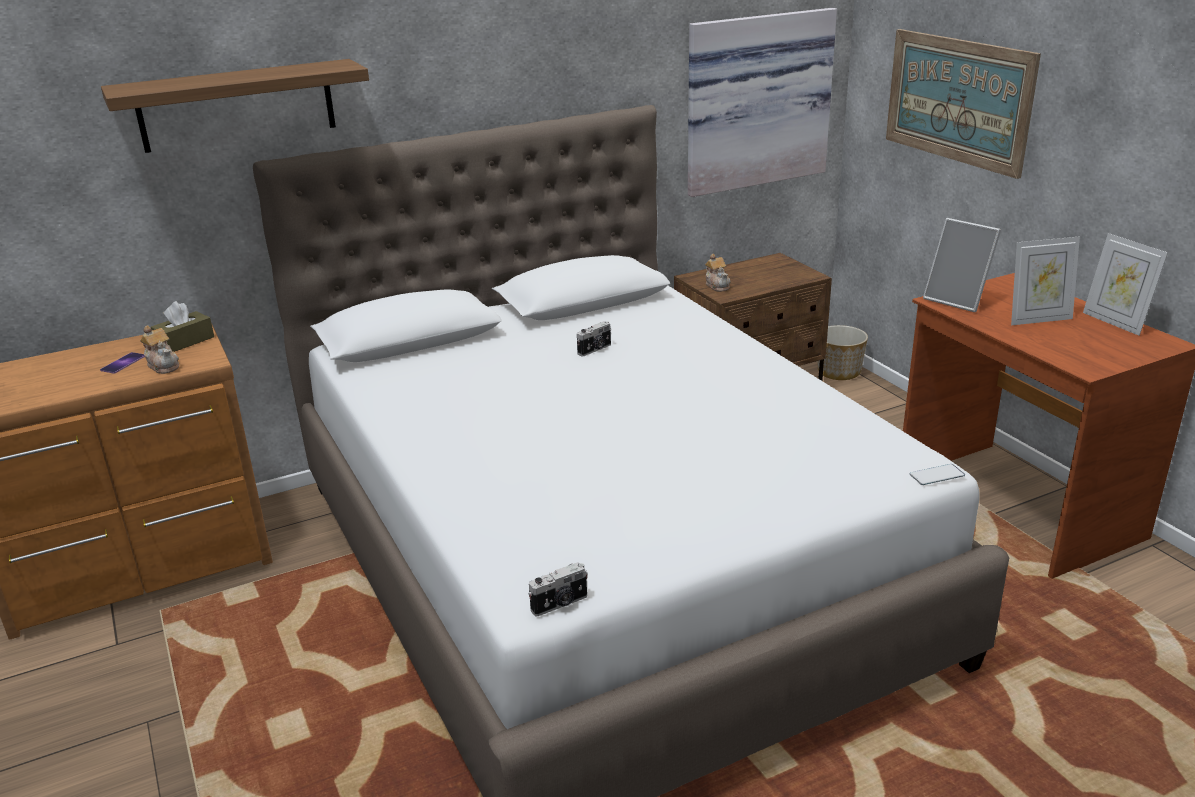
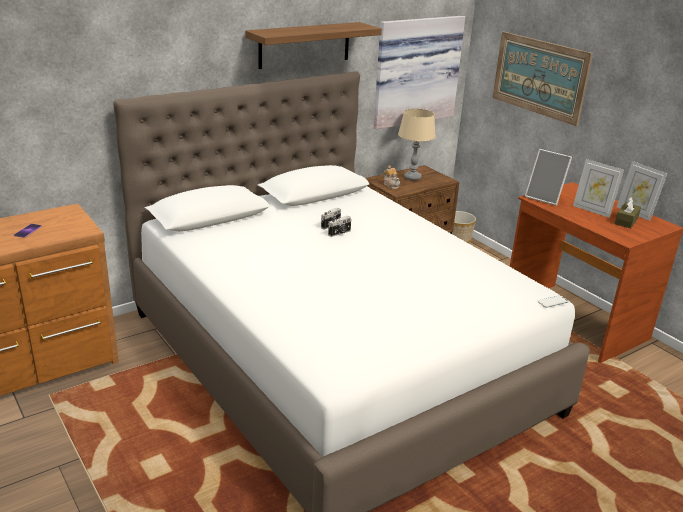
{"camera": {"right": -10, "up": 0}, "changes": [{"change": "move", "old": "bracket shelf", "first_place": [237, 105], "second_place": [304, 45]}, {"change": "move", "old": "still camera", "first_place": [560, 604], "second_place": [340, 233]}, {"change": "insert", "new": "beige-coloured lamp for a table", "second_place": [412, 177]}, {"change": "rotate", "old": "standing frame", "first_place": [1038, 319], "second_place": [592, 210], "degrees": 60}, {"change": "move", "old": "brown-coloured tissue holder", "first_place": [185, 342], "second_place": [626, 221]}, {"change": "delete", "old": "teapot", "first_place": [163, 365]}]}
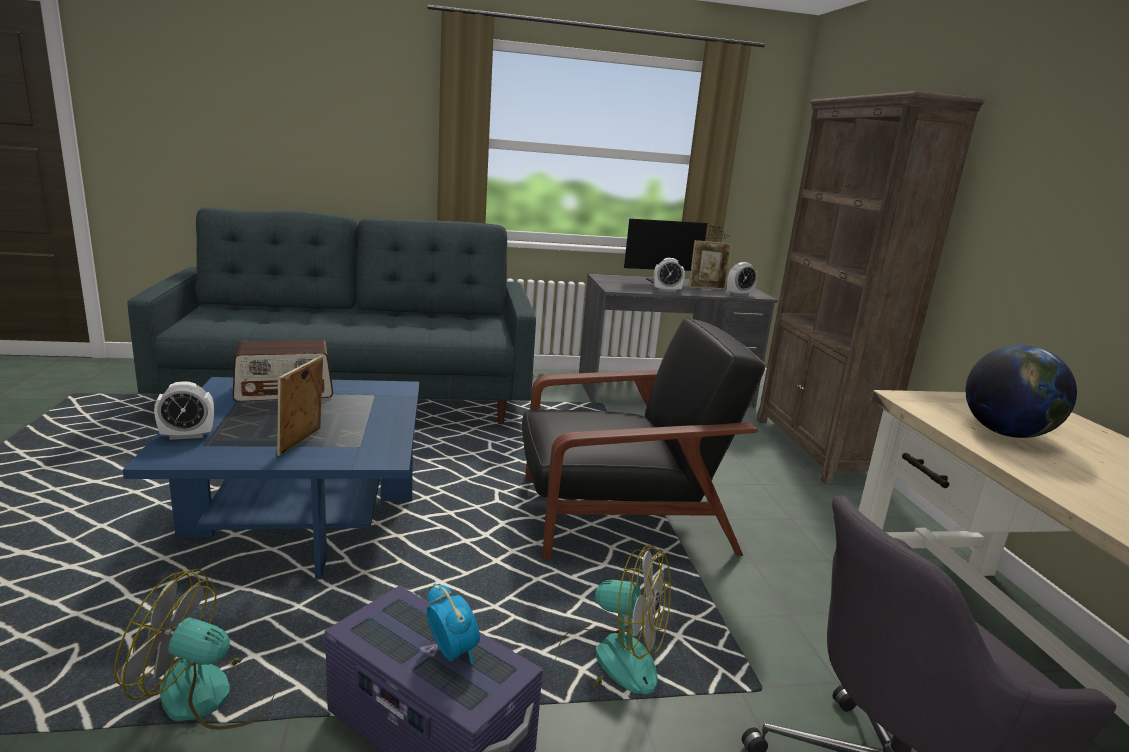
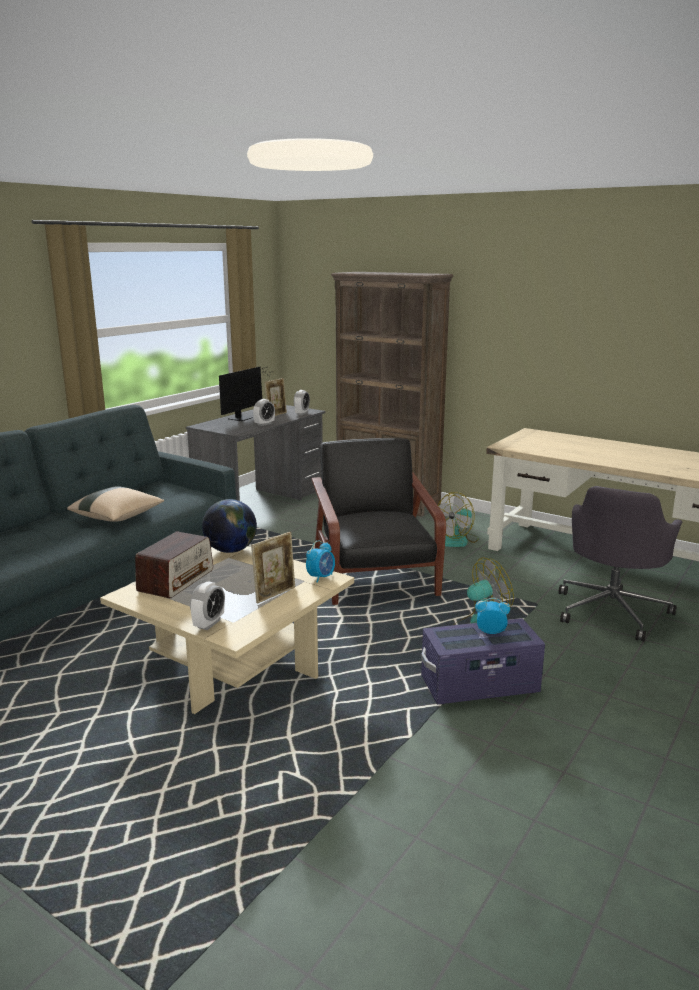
{"camera": {"right": -45, "up": 0}, "changes": [{"change": "insert", "new": "beige-coloured pillow", "second_place": [118, 517]}, {"change": "recolor", "old": "blue-coloured coffee table", "new": "beige-coloured coffee table", "first_place": [302, 518], "second_place": [235, 664]}, {"change": "move", "old": "world globe", "first_place": [1006, 433], "second_place": [231, 550]}, {"change": "rotate", "old": "standing frame", "first_place": [302, 443], "second_place": [275, 594], "degrees": -105}, {"change": "insert", "new": "bedside clock", "second_place": [321, 577]}, {"change": "rotate", "old": "blackish armchair", "first_place": [619, 515], "second_place": [374, 574], "degrees": -45}, {"change": "move", "old": "fan", "first_place": [213, 695], "second_place": [457, 540]}]}
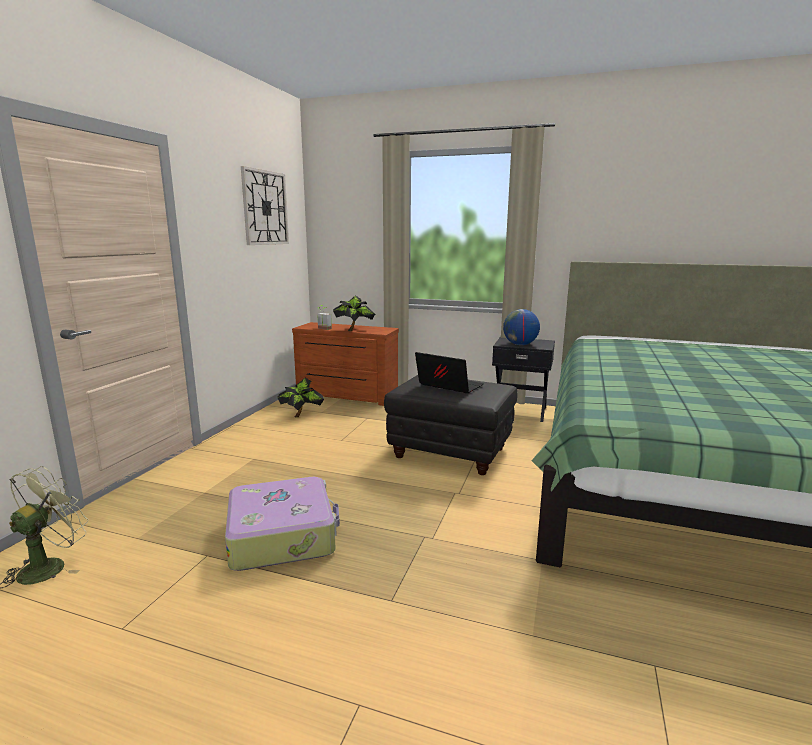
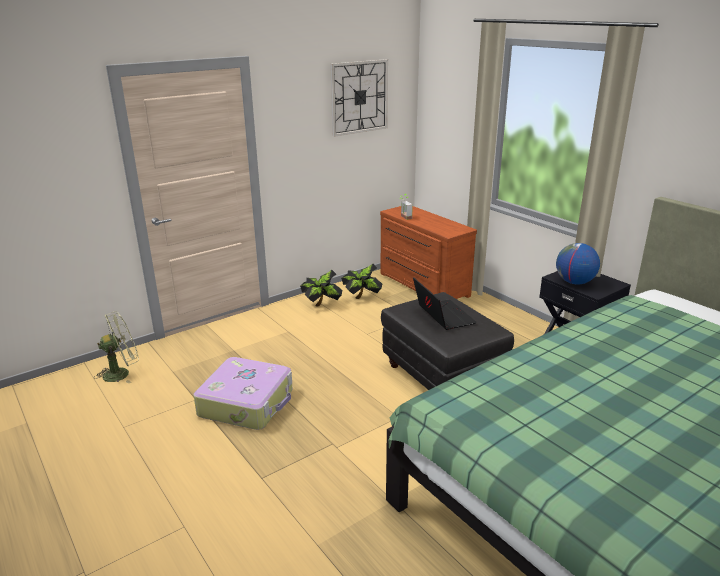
{"camera": {"right": 35, "up": 10}, "changes": [{"change": "move", "old": "potted plant", "first_place": [354, 330], "second_place": [322, 305]}]}
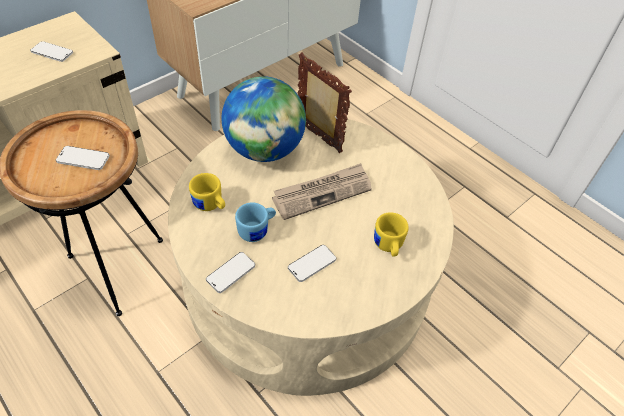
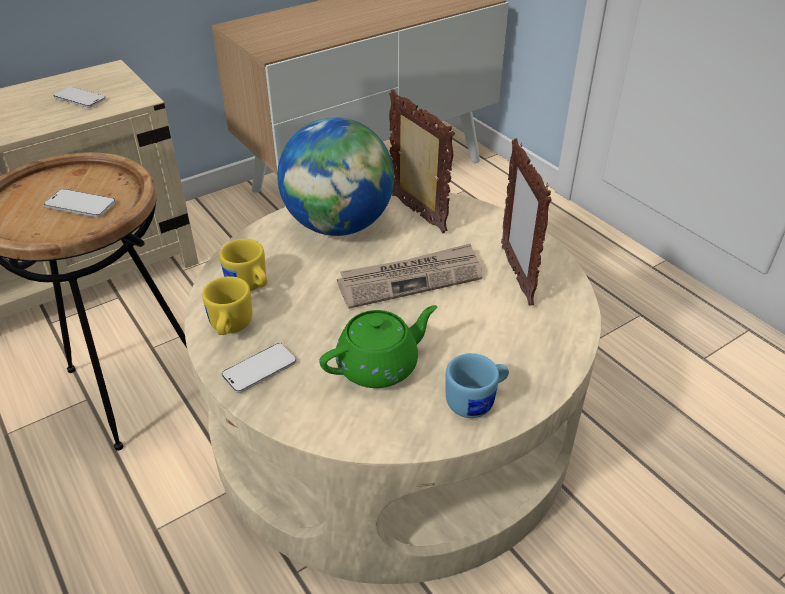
{"camera": {"right": 10, "up": -10}, "changes": [{"change": "move", "old": "yellow-coloured mug", "first_place": [388, 246], "second_place": [229, 327]}, {"change": "replace", "old": "phone", "new": "green-coloured teapot", "first_place": [312, 264], "second_place": [379, 366]}, {"change": "move", "old": "blue-coloured mug", "first_place": [257, 230], "second_place": [477, 401]}, {"change": "insert", "new": "standing frame", "second_place": [516, 275]}]}
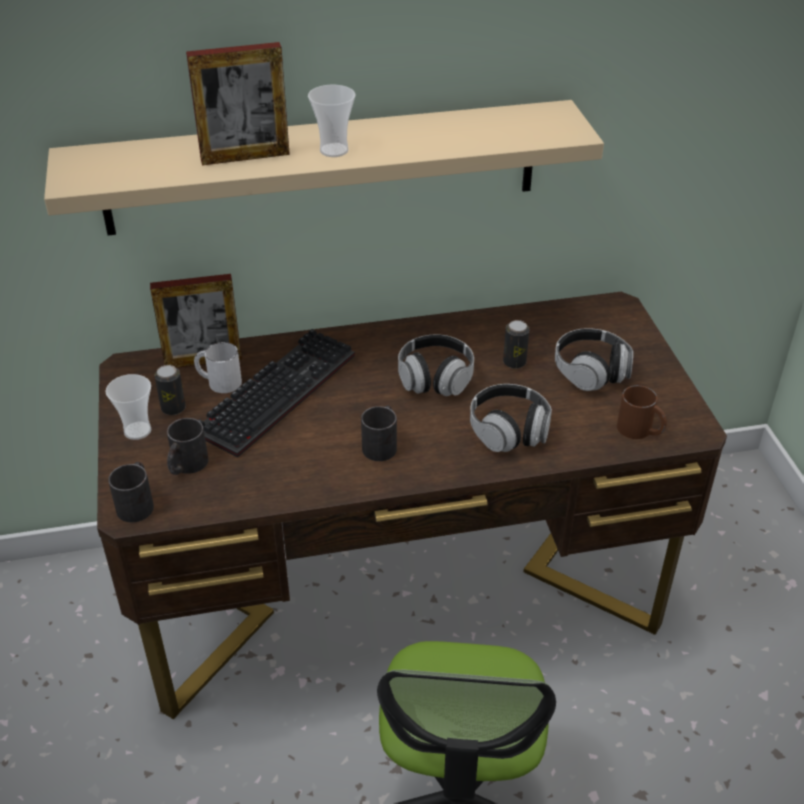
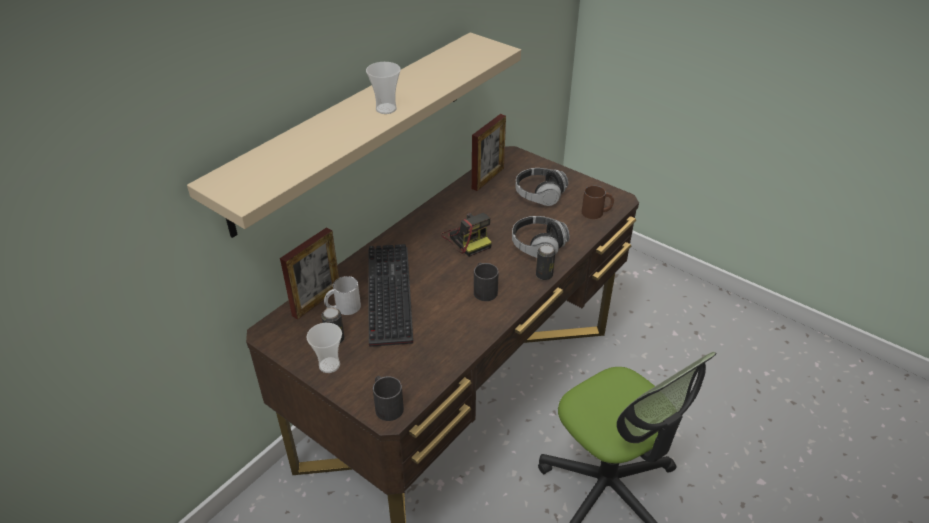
{"camera": {"right": -40, "up": 0}, "changes": [{"change": "replace", "old": "headset", "new": "still camera", "first_place": [435, 378], "second_place": [467, 239]}, {"change": "move", "old": "standing frame", "first_place": [245, 157], "second_place": [488, 178]}, {"change": "move", "old": "sealed can", "first_place": [514, 362], "second_place": [544, 275]}, {"change": "delete", "old": "blackish mug", "first_place": [186, 466]}]}
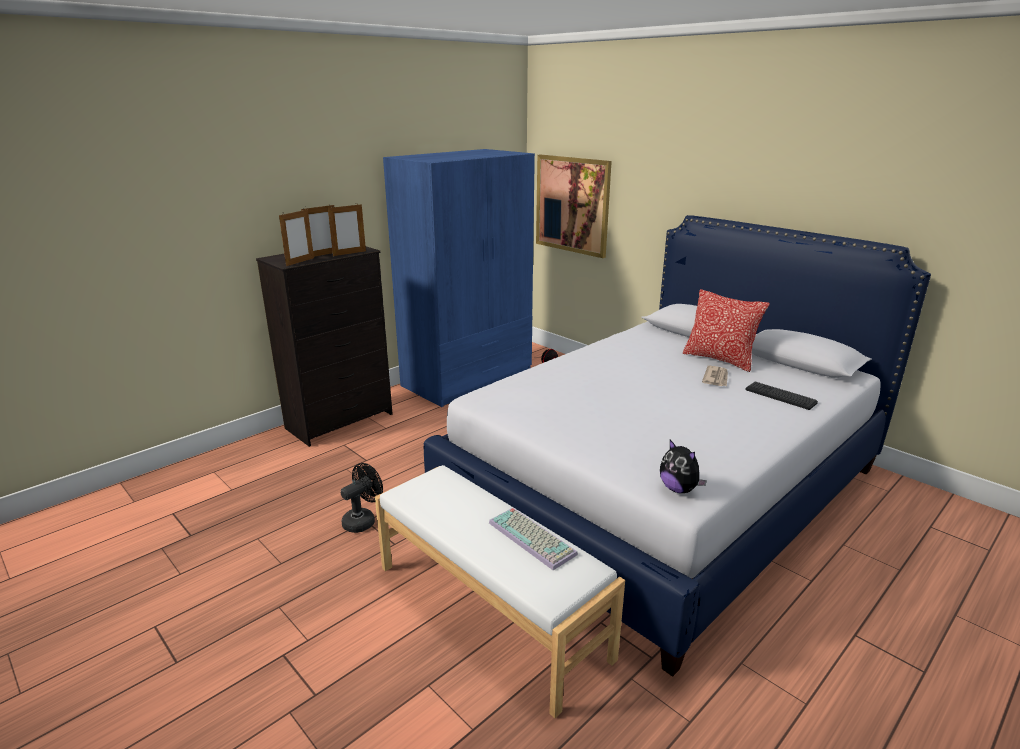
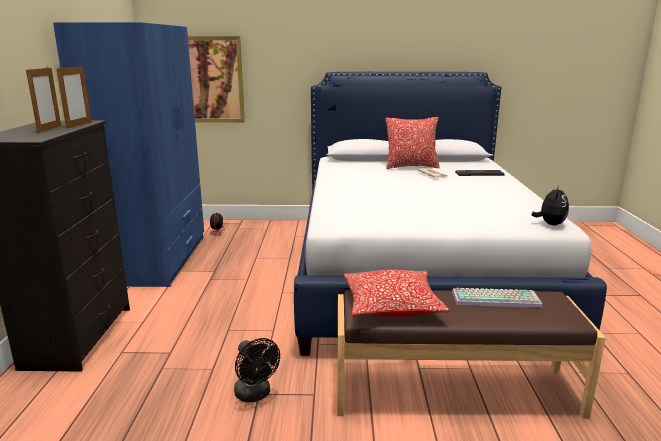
{"camera": {"right": -45, "up": -5}, "changes": [{"change": "rotate", "old": "blackish fan", "first_place": [363, 520], "second_place": [255, 395], "degrees": 150}, {"change": "recolor", "old": "white-coloured long seat", "new": "brown-coloured long seat", "first_place": [490, 609], "second_place": [453, 389]}, {"change": "insert", "new": "pillow", "second_place": [391, 306]}, {"change": "rotate", "old": "soft toy", "first_place": [679, 489], "second_place": [550, 224], "degrees": -75}, {"change": "delete", "old": "standing frame", "first_place": [300, 262]}]}
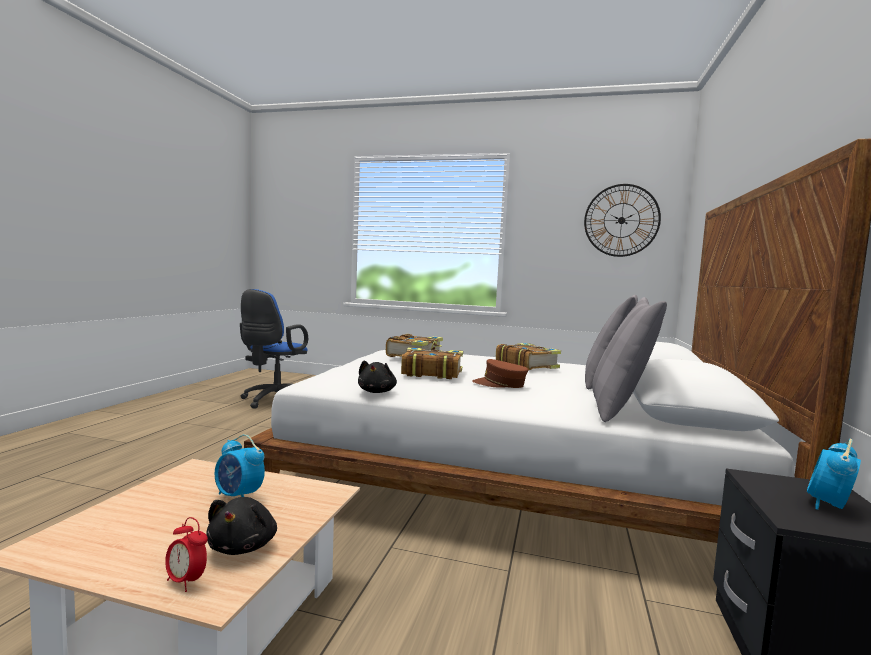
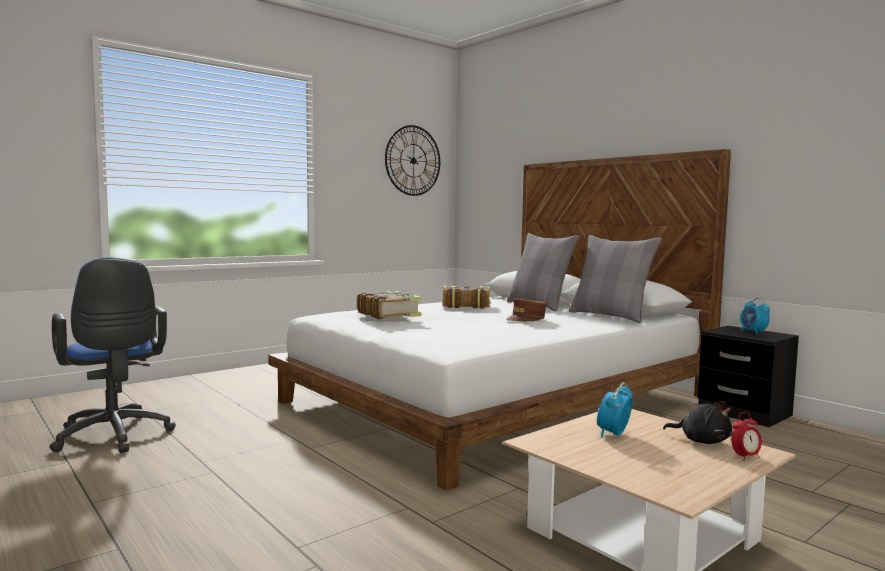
{"camera": {"right": -55, "up": 0}, "changes": [{"change": "rotate", "old": "bedside clock", "first_place": [239, 496], "second_place": [613, 434], "degrees": 150}, {"change": "delete", "old": "blackish soft toy", "first_place": [377, 392]}, {"change": "delete", "old": "volume", "first_place": [431, 373]}]}
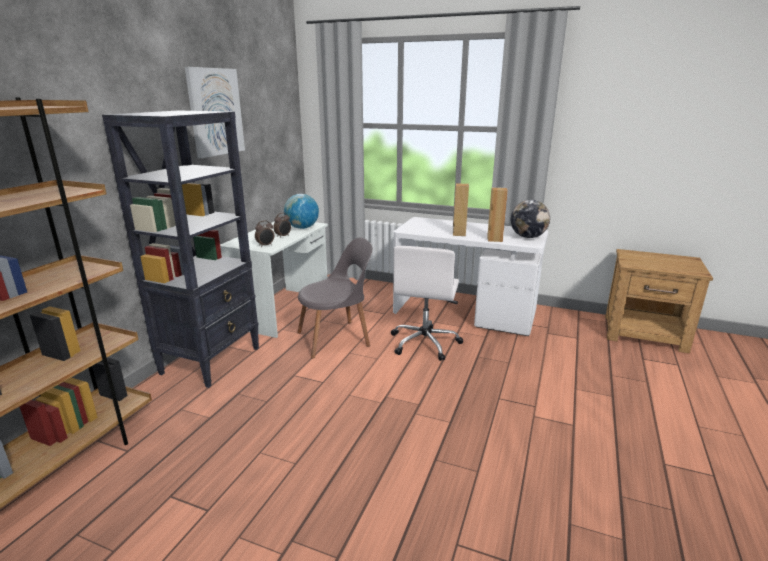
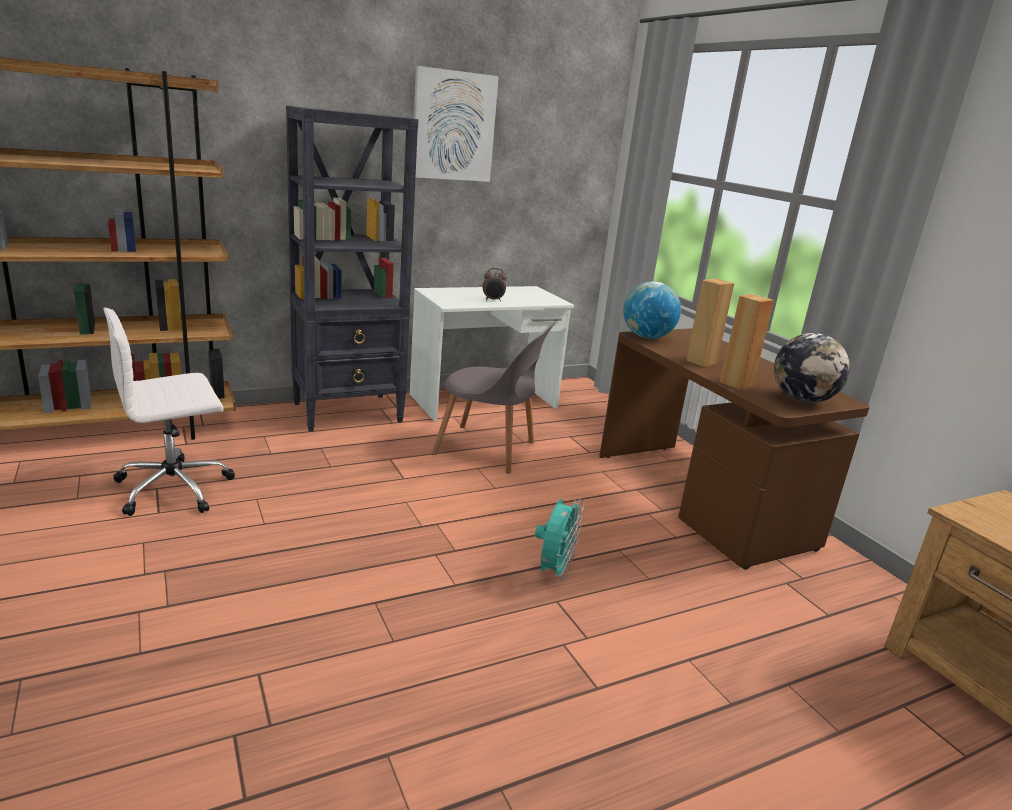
{"camera": {"right": 40, "up": 0}, "changes": [{"change": "move", "old": "white-coloured office chair", "first_place": [425, 343], "second_place": [176, 488]}, {"change": "insert", "new": "turquoise-coloured fan", "second_place": [554, 571]}, {"change": "recolor", "old": "white-coloured desk table", "new": "brown-coloured desk table", "first_place": [465, 312], "second_place": [701, 500]}, {"change": "move", "old": "world globe", "first_place": [302, 228], "second_place": [647, 337]}, {"change": "delete", "old": "bedside clock", "first_place": [265, 245]}]}
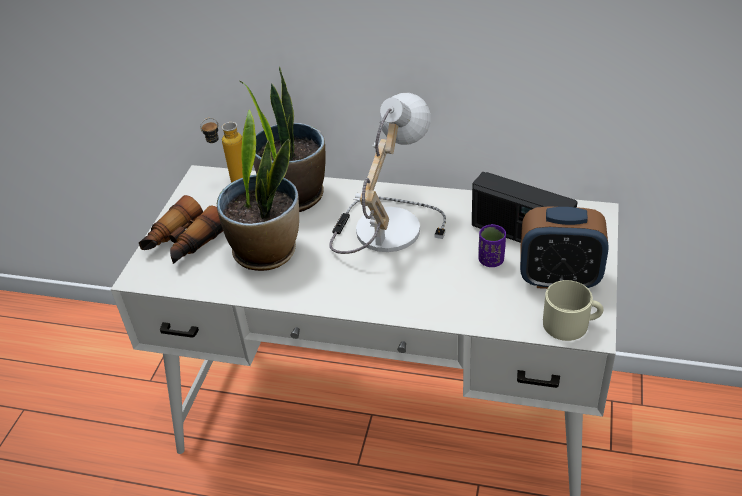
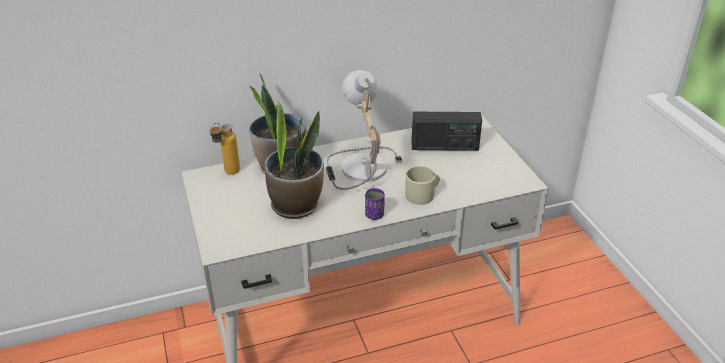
{"camera": {"right": -35, "up": -5}, "changes": [{"change": "move", "old": "purple-coloured drinking cup", "first_place": [491, 260], "second_place": [374, 215]}, {"change": "move", "old": "beige-coloured mug", "first_place": [571, 324], "second_place": [423, 194]}, {"change": "delete", "old": "field glasses", "first_place": [184, 243]}, {"change": "delete", "old": "bedside clock", "first_place": [559, 279]}]}
